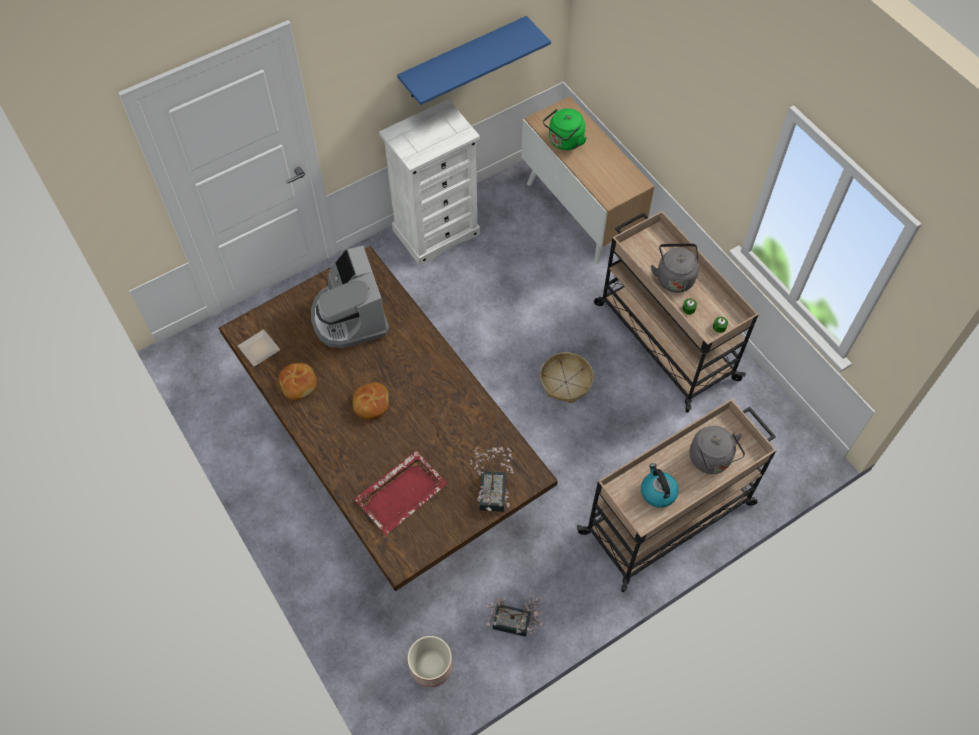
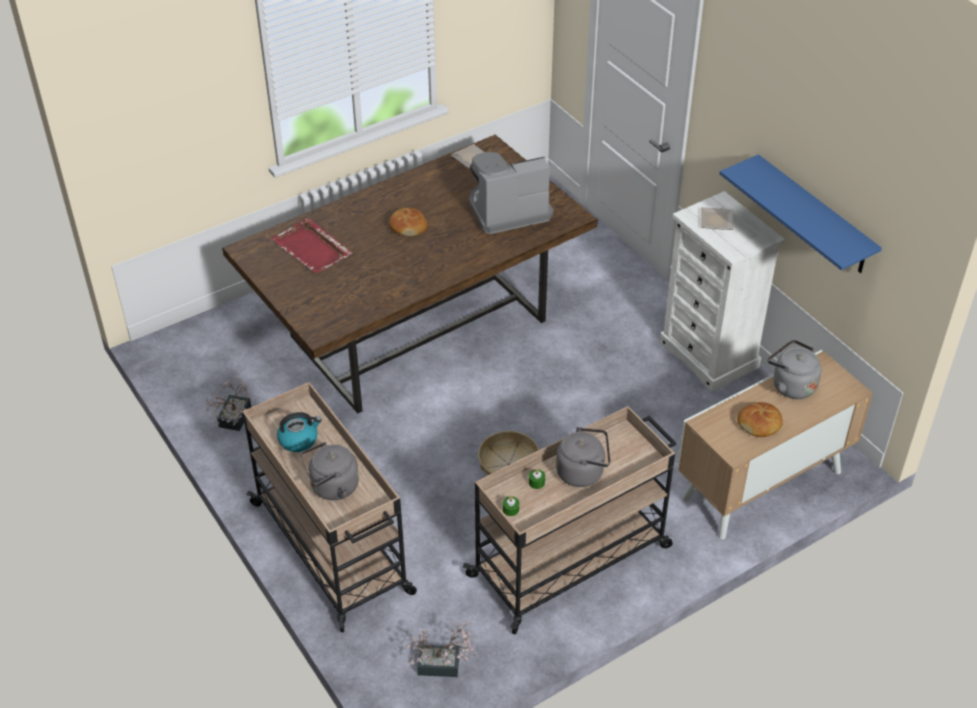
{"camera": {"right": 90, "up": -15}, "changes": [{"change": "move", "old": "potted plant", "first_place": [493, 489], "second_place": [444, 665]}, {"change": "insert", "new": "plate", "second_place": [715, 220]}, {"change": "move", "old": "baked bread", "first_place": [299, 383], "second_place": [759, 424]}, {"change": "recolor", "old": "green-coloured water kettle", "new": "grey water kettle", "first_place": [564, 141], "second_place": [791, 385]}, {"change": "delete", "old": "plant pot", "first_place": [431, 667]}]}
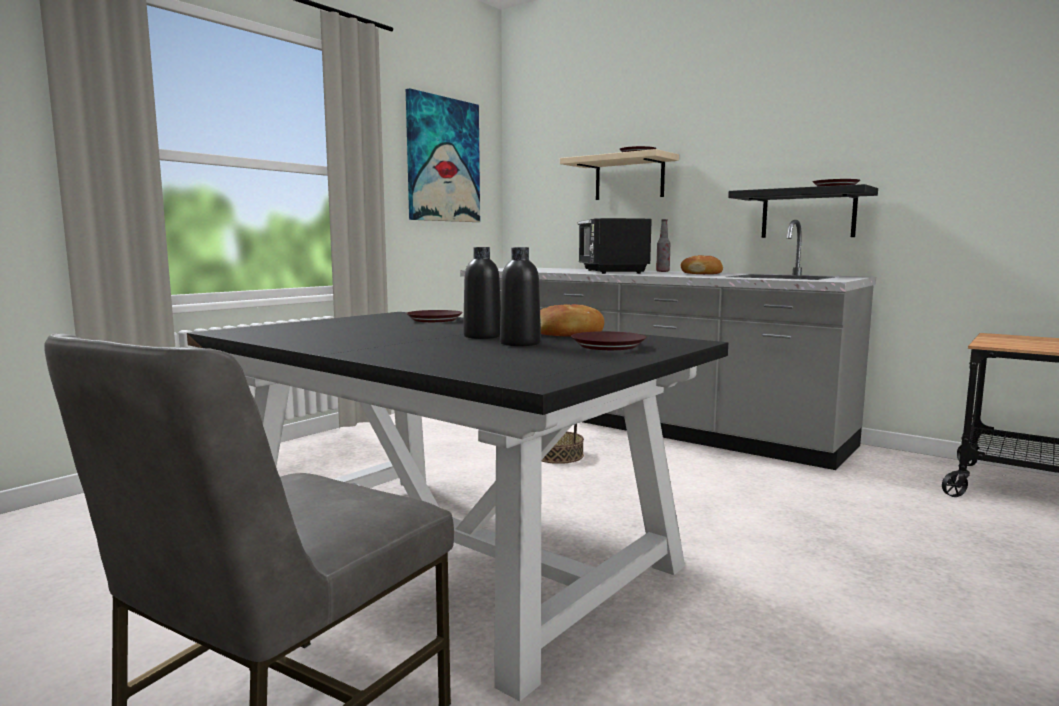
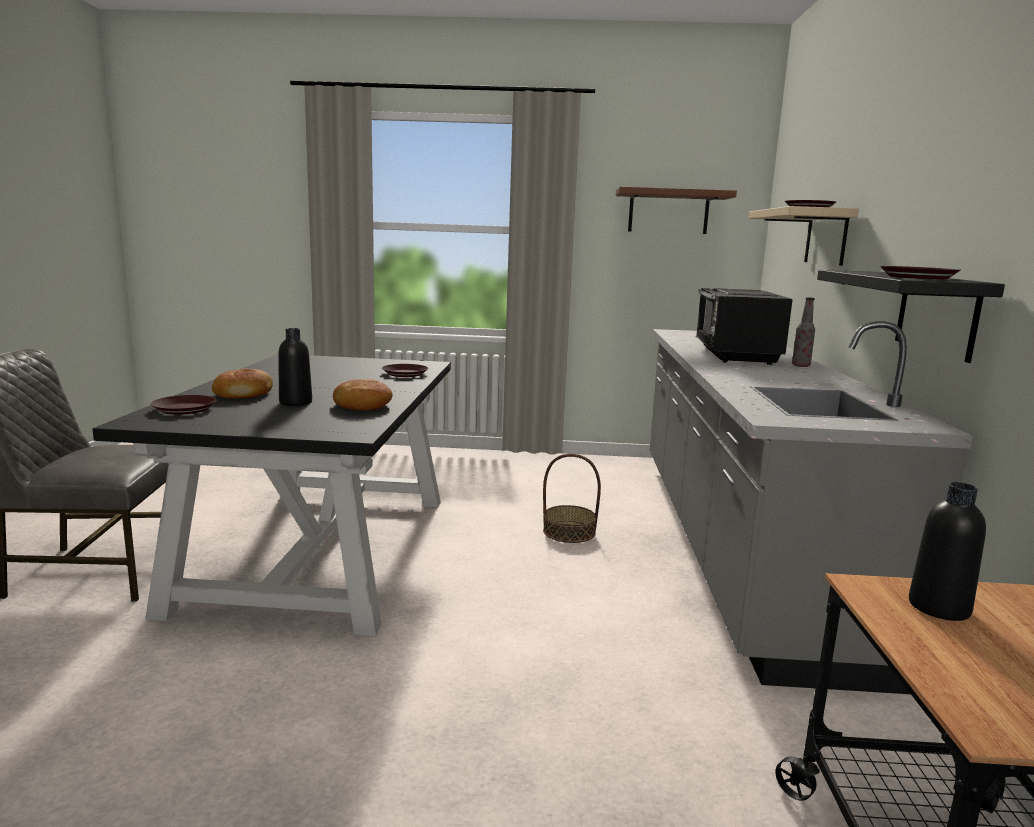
{"camera": {"right": 55, "up": 5}, "changes": [{"change": "move", "old": "brown-coloured plate", "first_place": [607, 346], "second_place": [184, 409]}, {"change": "move", "old": "baked bread", "first_place": [702, 273], "second_place": [244, 394]}, {"change": "replace", "old": "picture", "new": "brown-coloured bracket shelf", "first_place": [443, 160], "second_place": [668, 212]}, {"change": "rotate", "old": "blackish microwave", "first_place": [611, 272], "second_place": [735, 355], "degrees": -45}, {"change": "move", "old": "blackish drink bottle", "first_place": [482, 336], "second_place": [939, 607]}]}
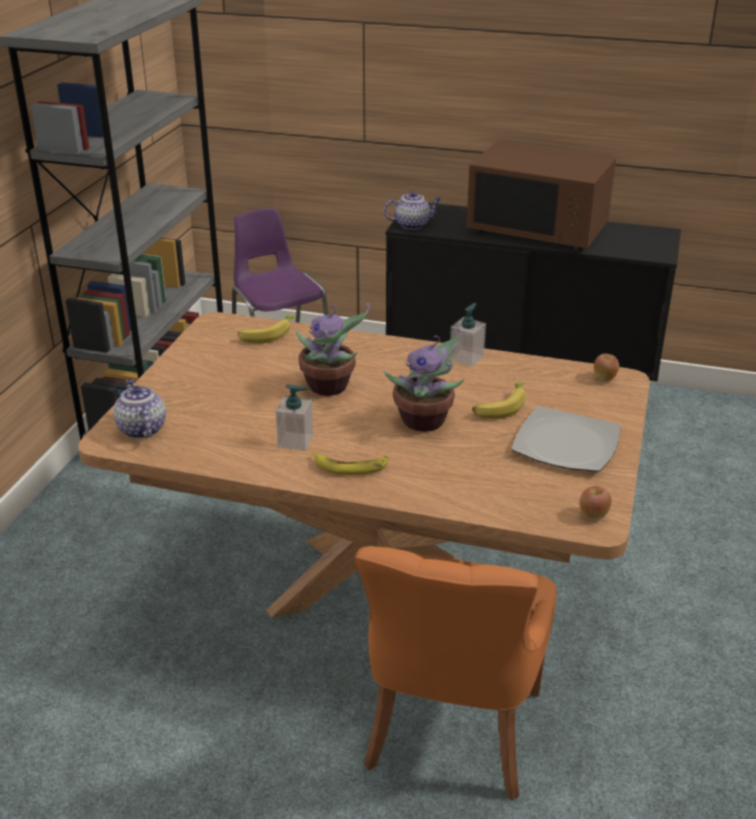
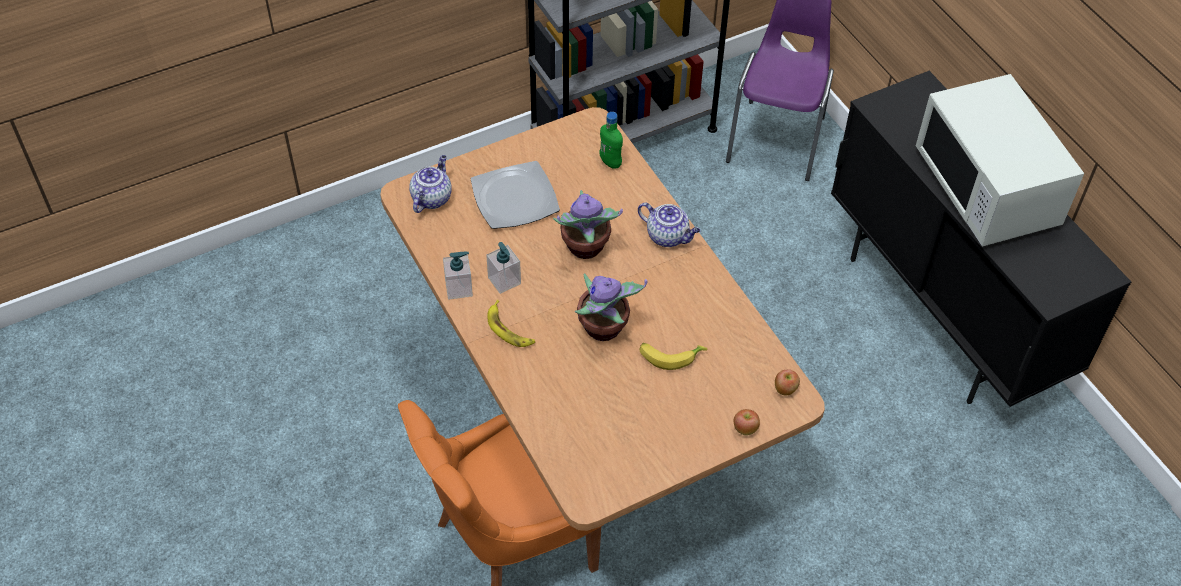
{"camera": {"right": 45, "up": 20}, "changes": [{"change": "move", "old": "soap bottle", "first_place": [466, 358], "second_place": [459, 288]}, {"change": "move", "old": "plate", "first_place": [567, 444], "second_place": [516, 199]}, {"change": "replace", "old": "banana", "new": "green-coloured drink bottle", "first_place": [267, 334], "second_place": [610, 162]}, {"change": "move", "old": "teapot", "first_place": [412, 225], "second_place": [668, 236]}, {"change": "move", "old": "apple", "first_place": [593, 515], "second_place": [745, 429]}, {"change": "recolor", "old": "brown-coloured microwave", "new": "white-coloured microwave", "first_place": [538, 230], "second_place": [987, 189]}]}
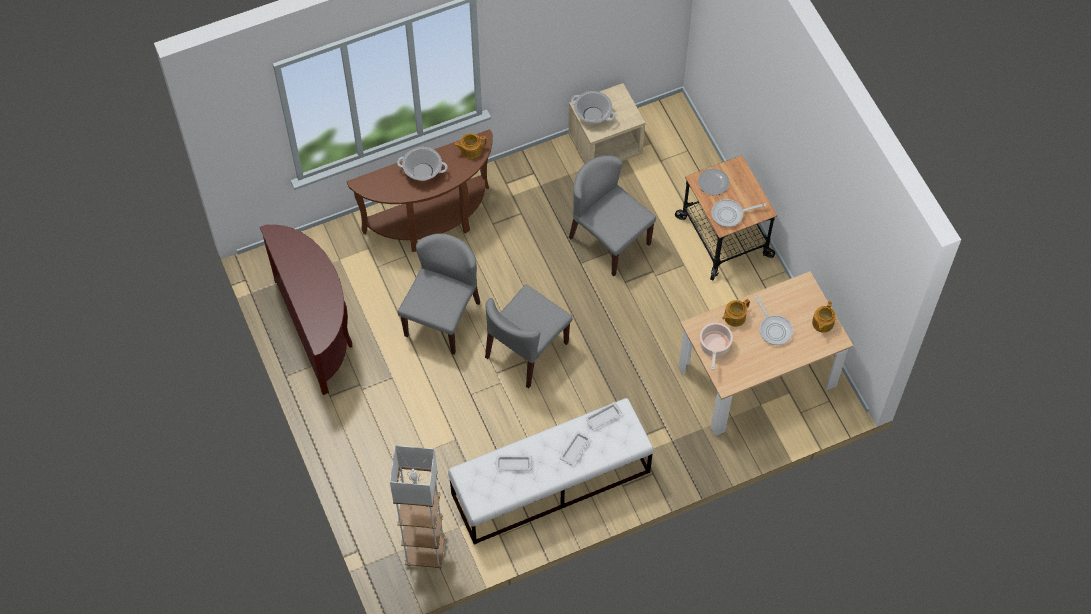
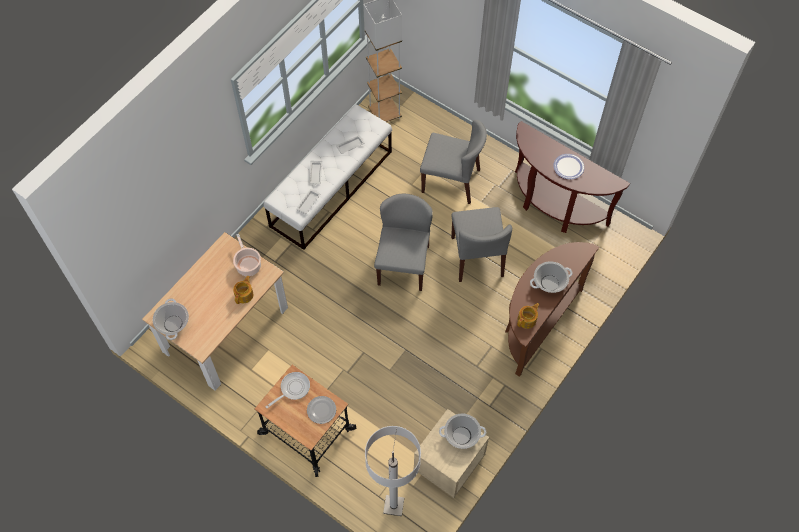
{"camera": {"right": 150, "up": 0}, "changes": [{"change": "replace", "old": "teapot", "new": "stockpot", "first_place": [822, 323], "second_place": [173, 324]}, {"change": "insert", "new": "white-coloured floor lamp", "second_place": [393, 506]}, {"change": "move", "old": "grey upright chair", "first_place": [609, 240], "second_place": [451, 181]}, {"change": "insert", "new": "plate", "second_place": [568, 167]}, {"change": "delete", "old": "skillet", "first_place": [774, 329]}]}
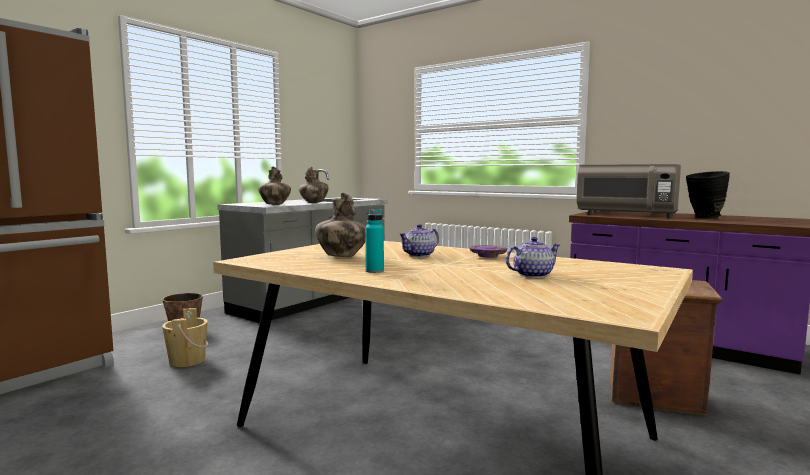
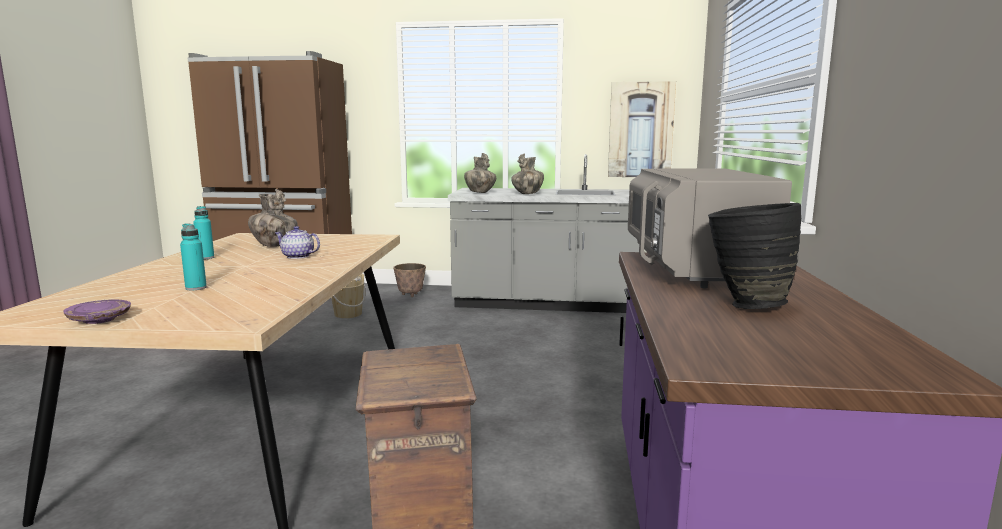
{"camera": {"right": 60, "up": 5}, "changes": [{"change": "move", "old": "purple-coloured plate", "first_place": [487, 256], "second_place": [100, 319]}, {"change": "replace", "old": "teapot", "new": "turquoise-coloured drink bottle", "first_place": [532, 275], "second_place": [196, 288]}, {"change": "insert", "new": "picture", "second_place": [640, 130]}]}
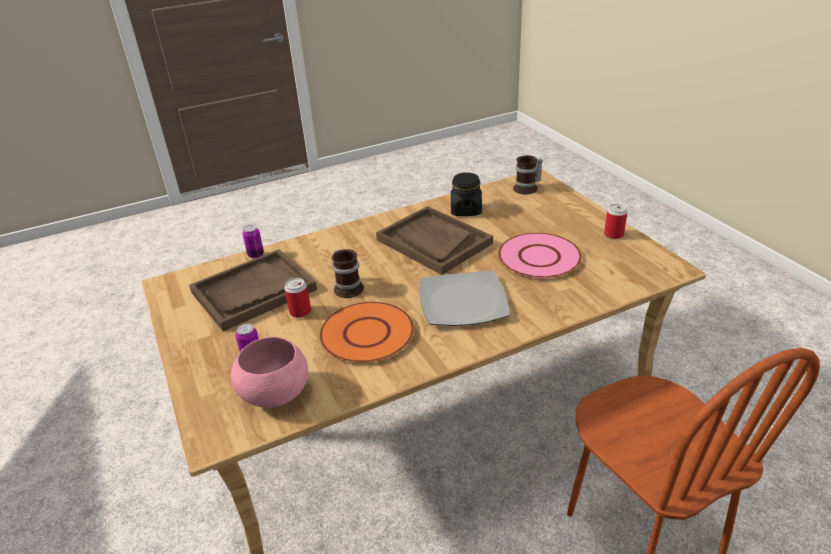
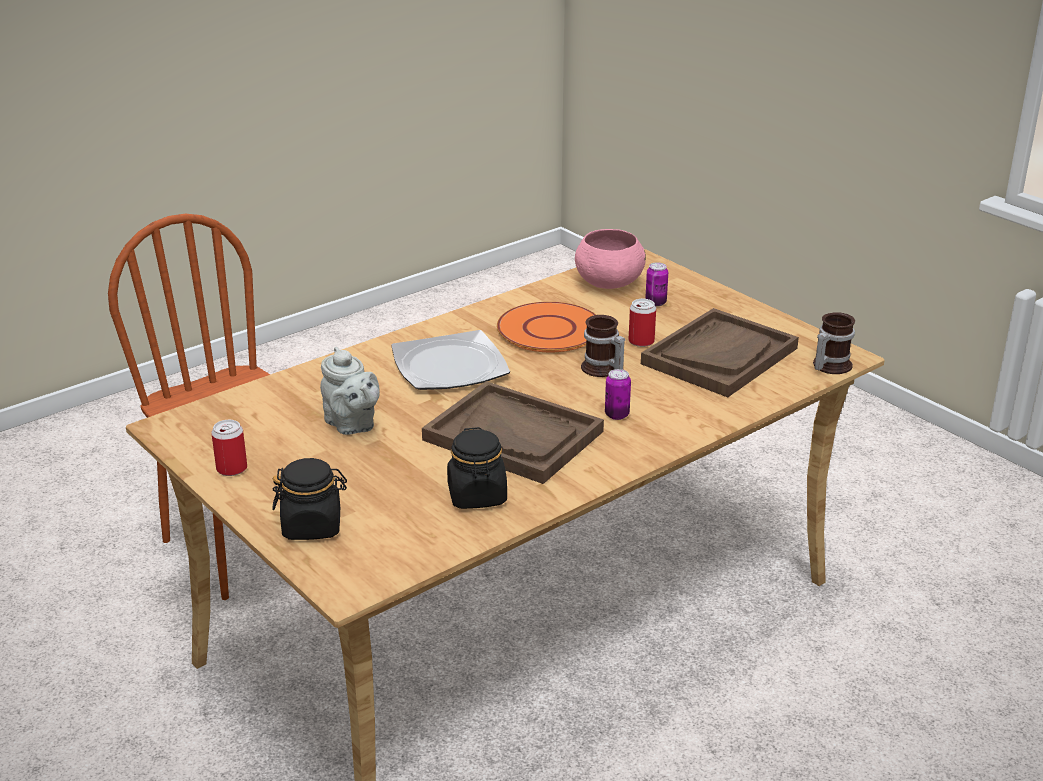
{"camera": {"right": 165, "up": -5}, "changes": [{"change": "insert", "new": "blackish jar", "second_place": [312, 526]}, {"change": "replace", "old": "pinkish plate", "new": "grey teapot", "first_place": [539, 257], "second_place": [352, 425]}, {"change": "move", "old": "sealed can", "first_place": [256, 255], "second_place": [617, 415]}, {"change": "move", "old": "mug", "first_place": [528, 188], "second_place": [828, 366]}]}
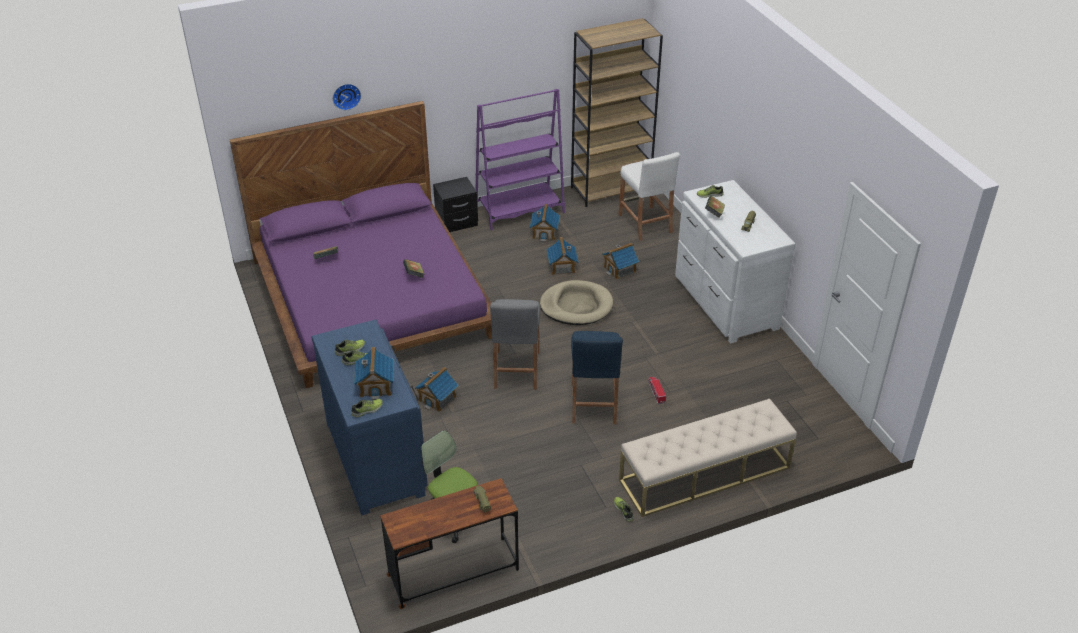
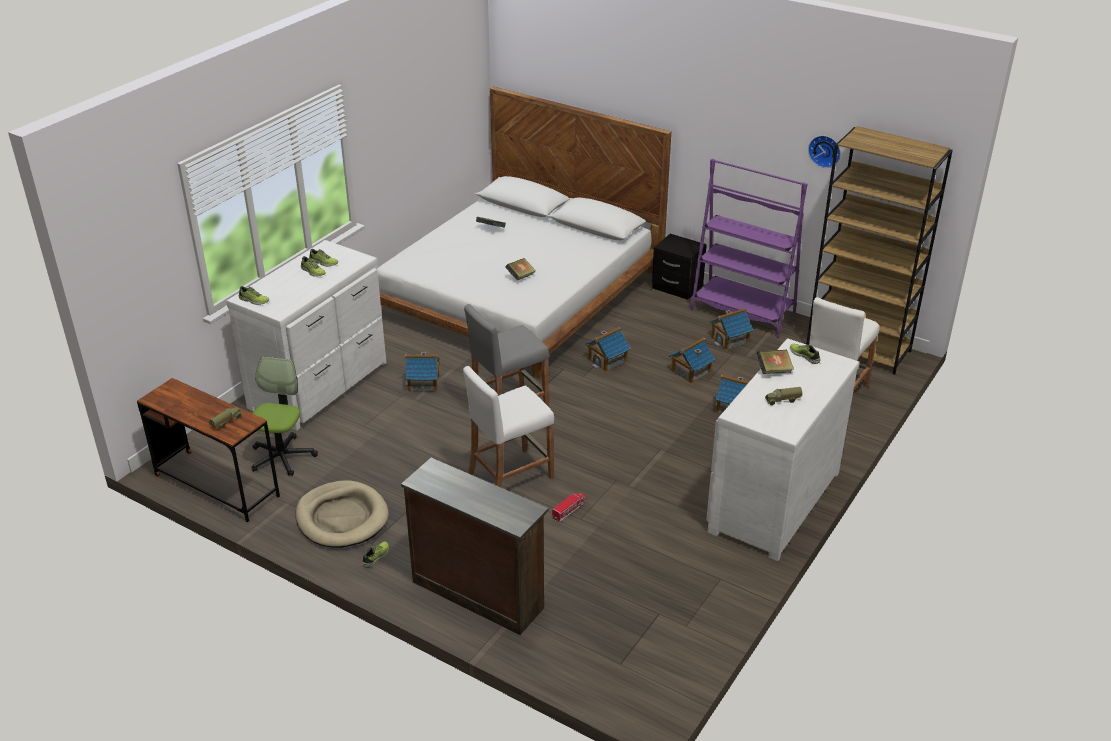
{"camera": {"right": 55, "up": -5}, "changes": [{"change": "recolor", "old": "blue-coloured drawer chest", "new": "white-coloured drawer chest", "first_place": [377, 457], "second_place": [321, 385]}, {"change": "move", "old": "beige-coloured pet bed", "first_place": [576, 306], "second_place": [342, 518]}, {"change": "recolor", "old": "purple-coloured bed", "new": "white-coloured bed", "first_place": [372, 298], "second_place": [517, 293]}, {"change": "replace", "old": "beige-coloured long seat", "new": "brown-coloured drawer chest", "first_place": [704, 474], "second_place": [478, 593]}, {"change": "recolor", "old": "blue-coloured stool seat", "new": "white-coloured stool seat", "first_place": [593, 403], "second_place": [510, 475]}, {"change": "move", "old": "model house", "first_place": [376, 385], "second_place": [607, 360]}, {"change": "move", "old": "hanging clock", "first_place": [346, 96], "second_place": [825, 150]}]}
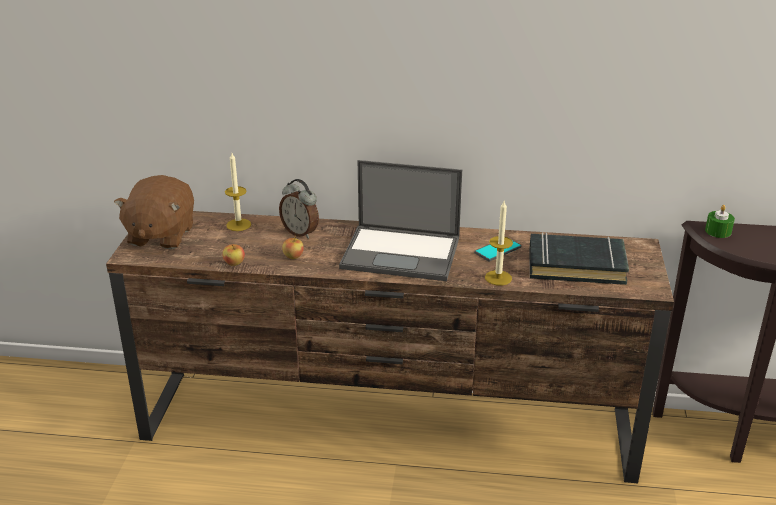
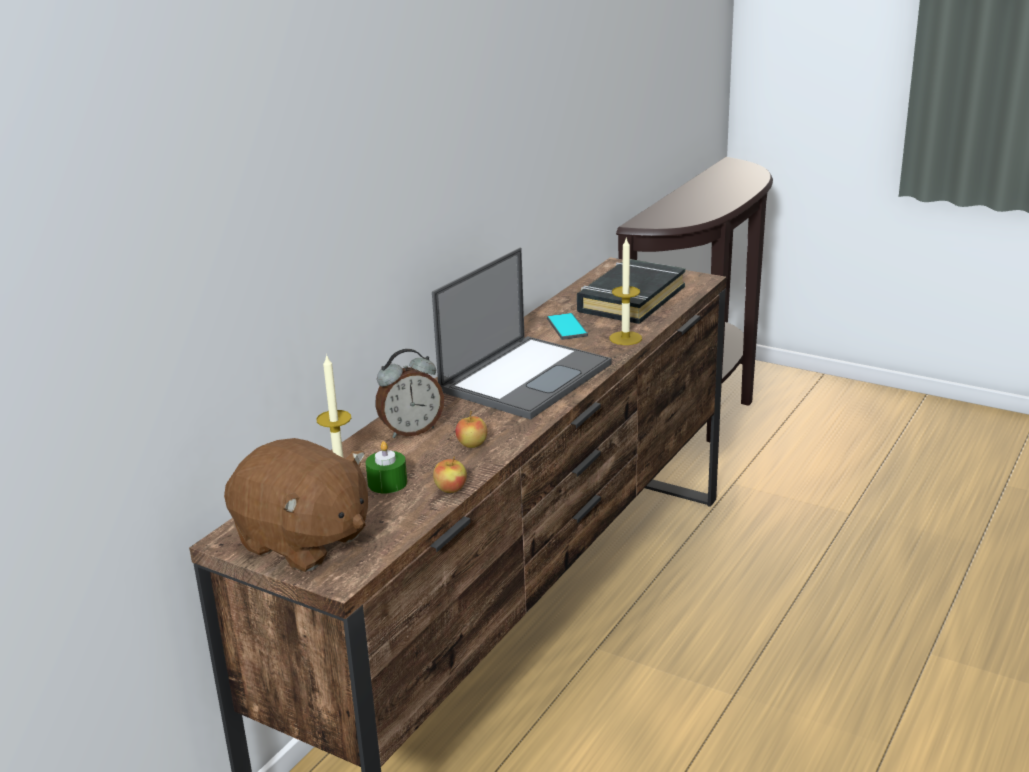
{"camera": {"right": -65, "up": -5}, "changes": [{"change": "move", "old": "green-coloured candle", "first_place": [718, 231], "second_place": [387, 483]}]}
